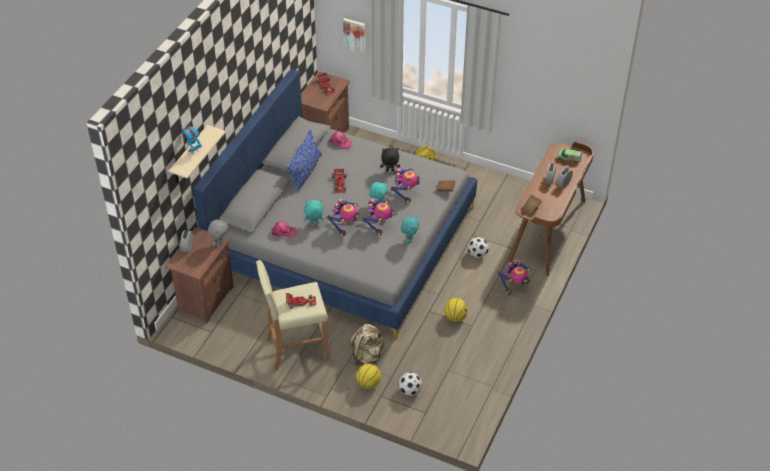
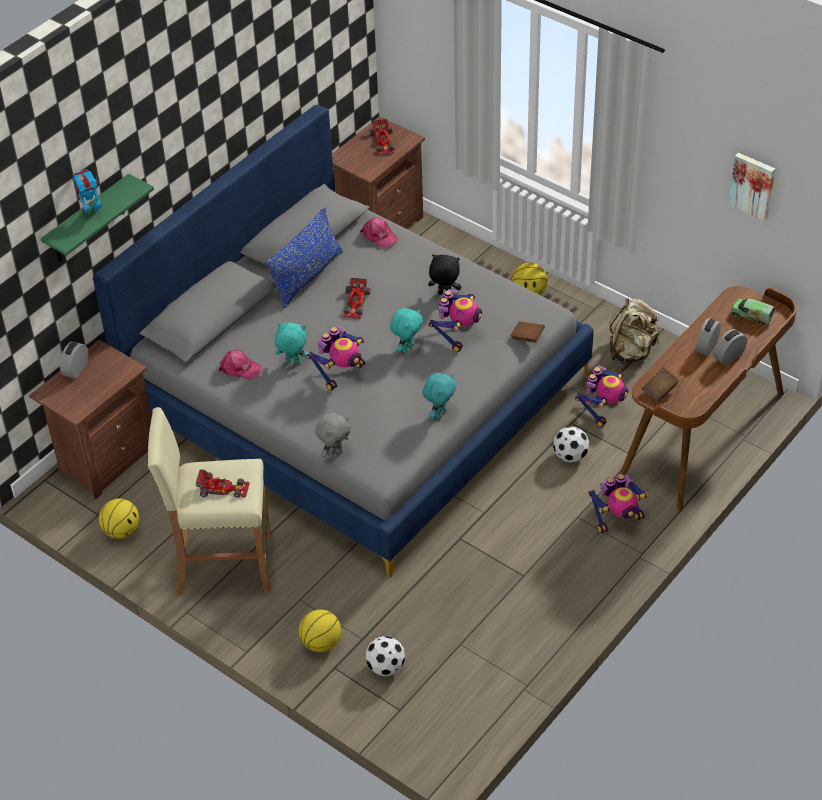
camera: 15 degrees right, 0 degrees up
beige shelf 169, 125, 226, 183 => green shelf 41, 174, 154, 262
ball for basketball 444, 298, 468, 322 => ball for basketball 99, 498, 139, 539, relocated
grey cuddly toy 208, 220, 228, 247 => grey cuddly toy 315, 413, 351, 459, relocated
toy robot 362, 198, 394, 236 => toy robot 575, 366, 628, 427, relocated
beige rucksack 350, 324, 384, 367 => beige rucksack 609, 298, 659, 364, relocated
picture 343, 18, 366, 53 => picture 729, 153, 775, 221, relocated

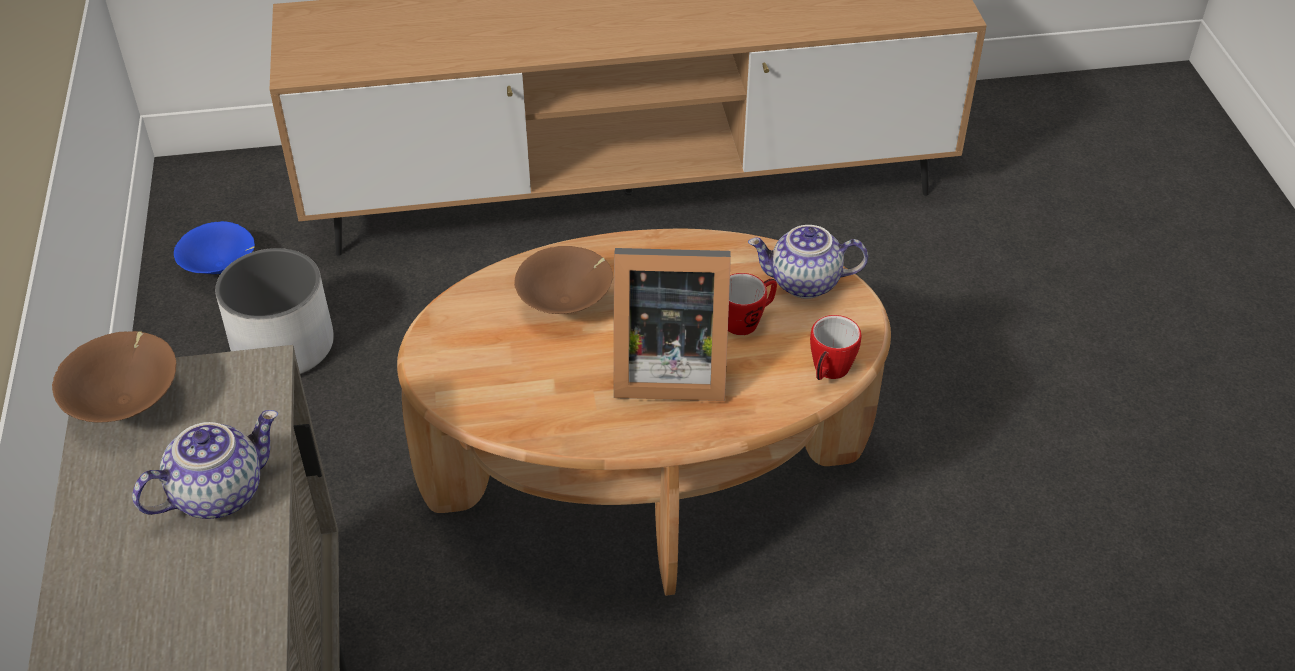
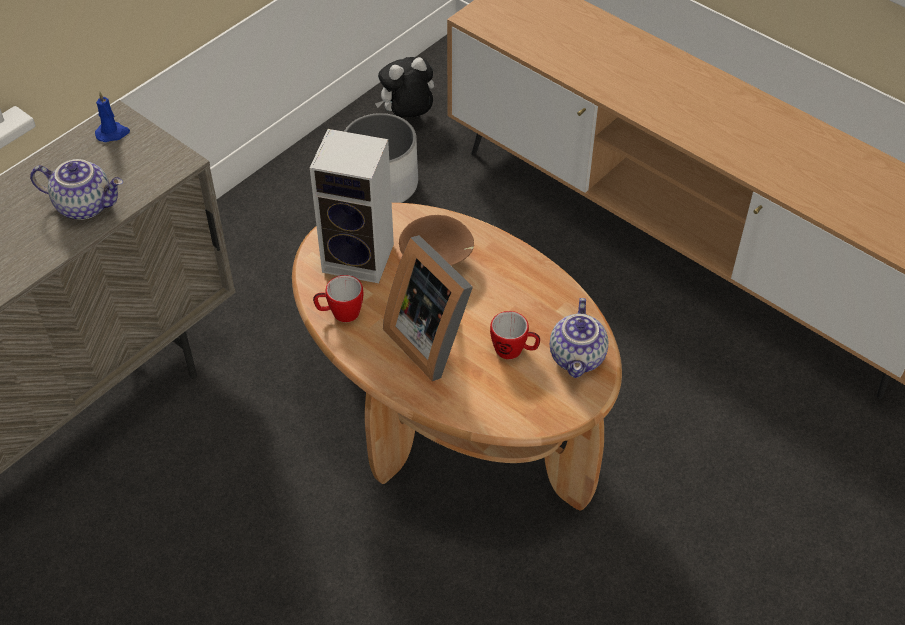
camera: 50 degrees right, 5 degrees up
brownish serving bowl 52, 331, 176, 423 => blue candle 95, 92, 130, 142
nothing => speaker 310, 129, 394, 283
mug 810, 315, 861, 380 => mug 313, 275, 364, 322, relocated
blue serving bowl 174, 221, 255, 274 => cuddly toy 375, 57, 434, 118
pot for tea 748, 225, 868, 299 => pot for tea 550, 298, 608, 378, 135 degrees counterclockwise

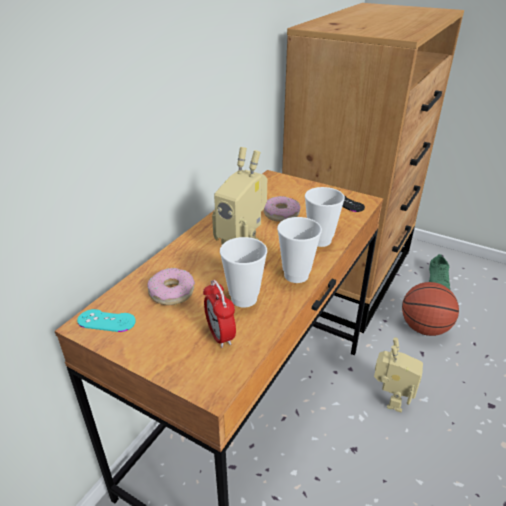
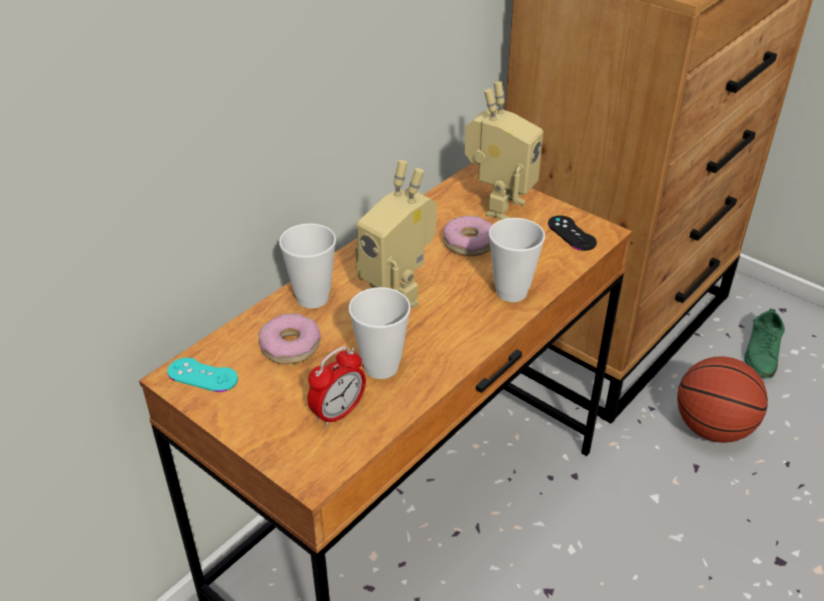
camera: 10 degrees right, 5 degrees up
small cup 277, 217, 322, 283 => small cup 279, 223, 336, 309, relocated
table clock 203, 280, 236, 348 => table clock 308, 346, 366, 427, 120 degrees counterclockwise
toy robot 374, 338, 423, 412 => toy robot 465, 81, 543, 220, relocated

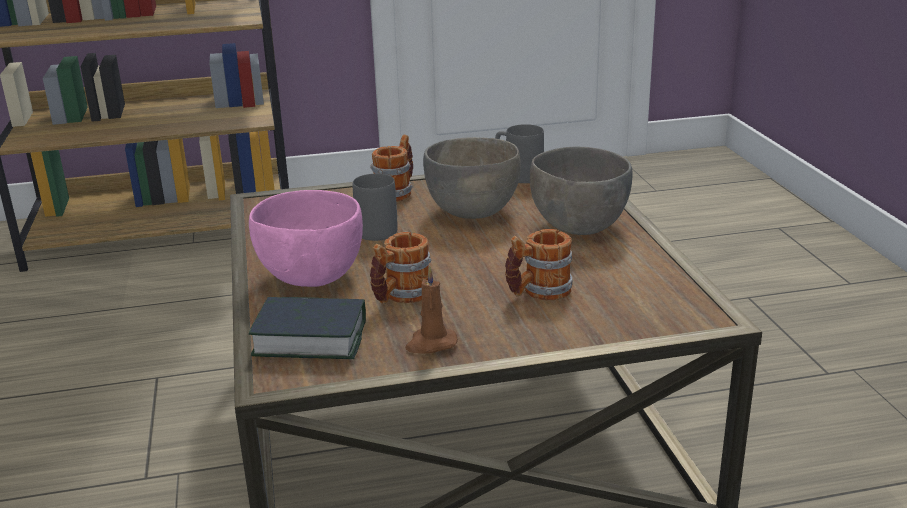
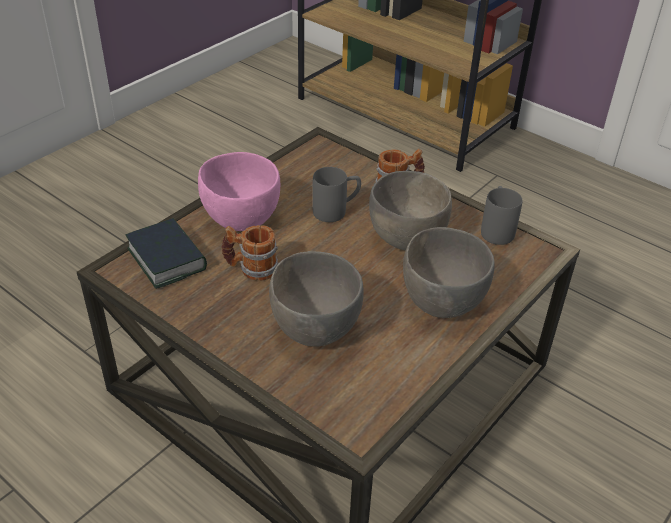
camera: 50 degrees right, 15 degrees up
mug 505, 229, 572, 300 => grey serving bowl 269, 251, 364, 346
brownish candle 405, 266, 458, 353 => nothing

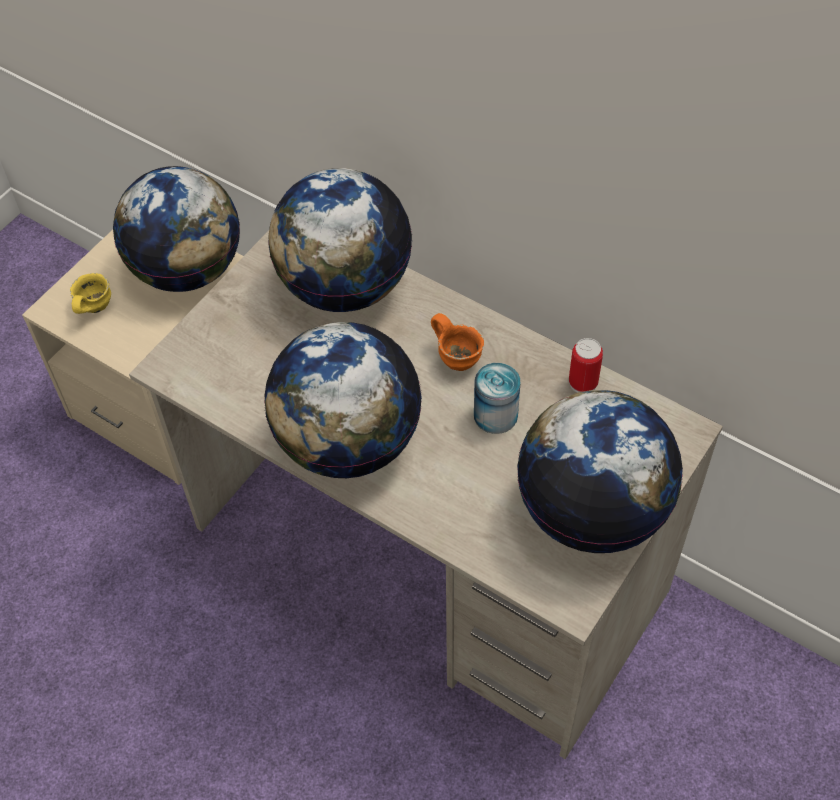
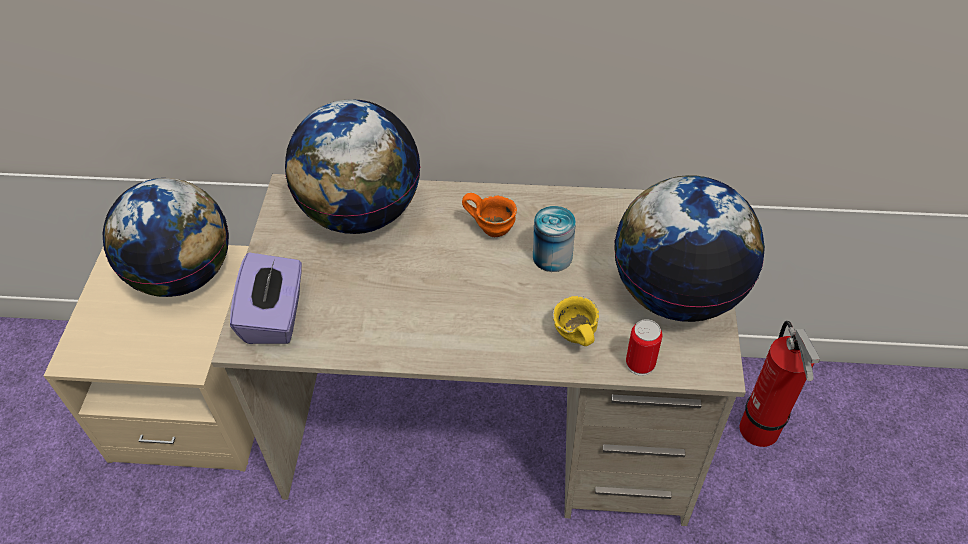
camera: 30 degrees left, 5 degrees down
nothing => purple box of tissues 230, 252, 302, 344
yellow mug 70, 273, 111, 314 => yellow mug 552, 296, 599, 346, relocated
sealed can 569, 338, 603, 393 => sealed can 626, 319, 662, 376, relocated
nothing => fire-fighting cylinder 740, 321, 820, 447
globe 264, 322, 422, 478 => nothing

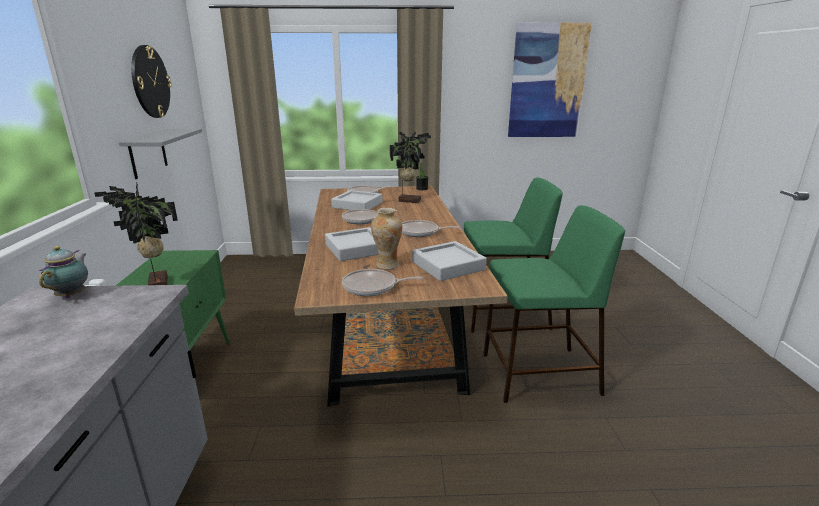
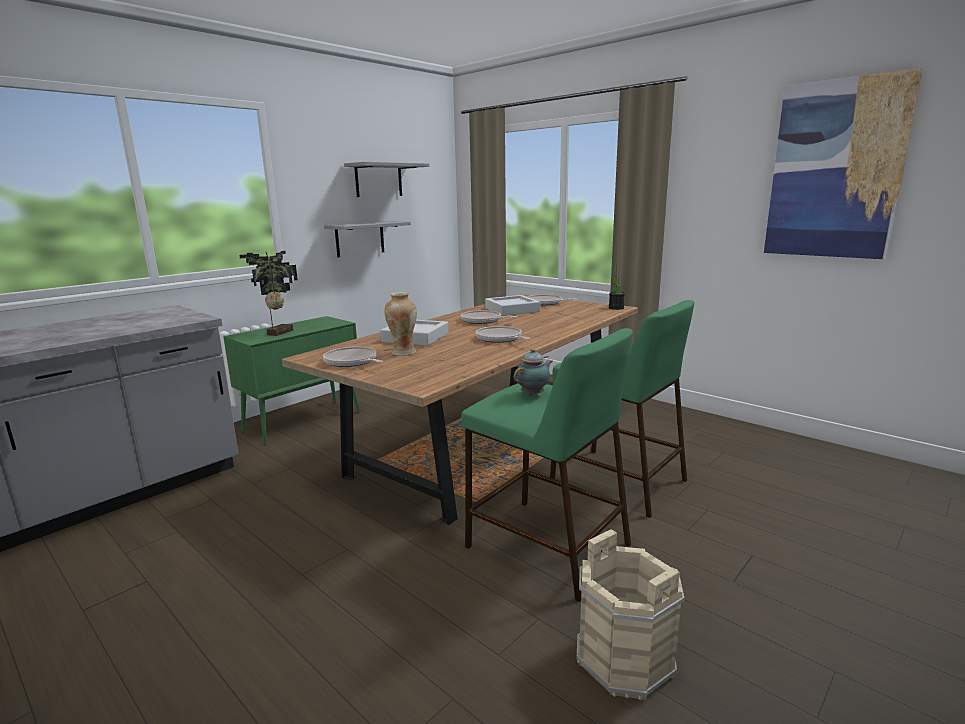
camera: 45 degrees right, 5 degrees down
wall clock 131, 45, 172, 118 => grey shelf 344, 162, 429, 197
pot for tea 39, 246, 88, 298 => pot for tea 514, 348, 553, 396, relocated
nothing => beige bucket 576, 529, 685, 700
plant in a pot 390, 132, 431, 203 => nothing
grey tray 412, 241, 487, 281 => nothing

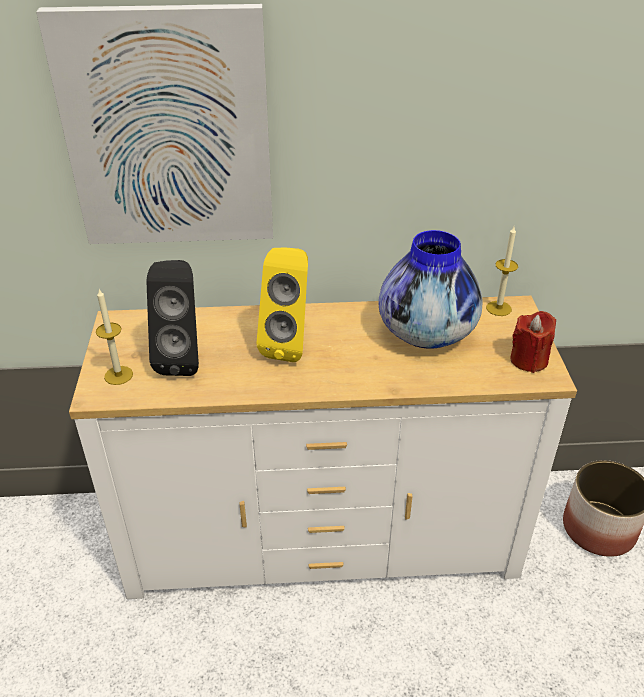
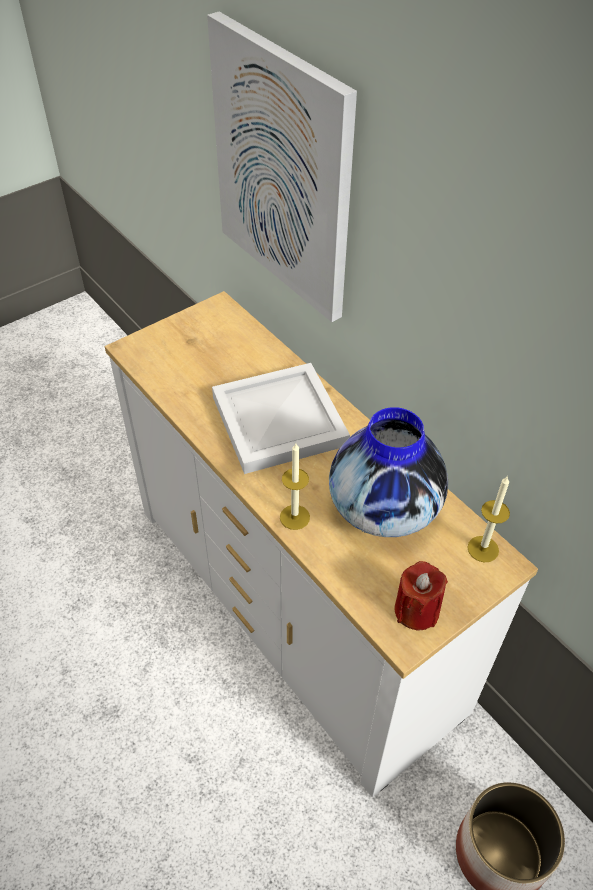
camera: 55 degrees right, 10 degrees up
yellow speaker 257, 247, 308, 362 => white-coloured tray 212, 363, 350, 474
candle 96, 289, 133, 385 => candle 280, 443, 310, 530, relocated
black speaker 146, 260, 199, 376 => nothing

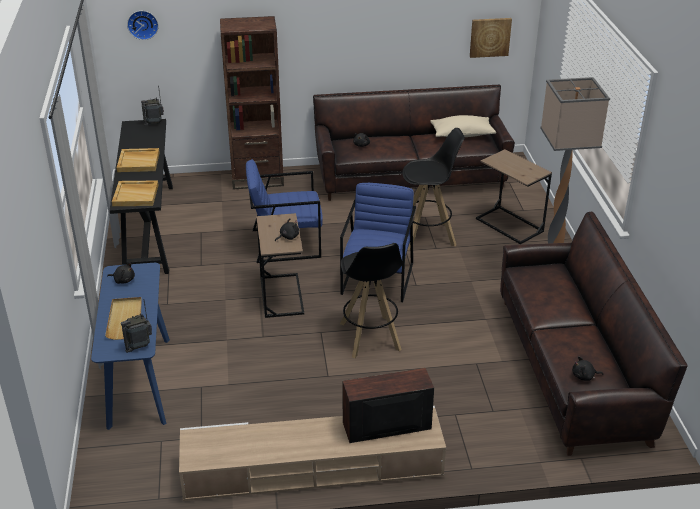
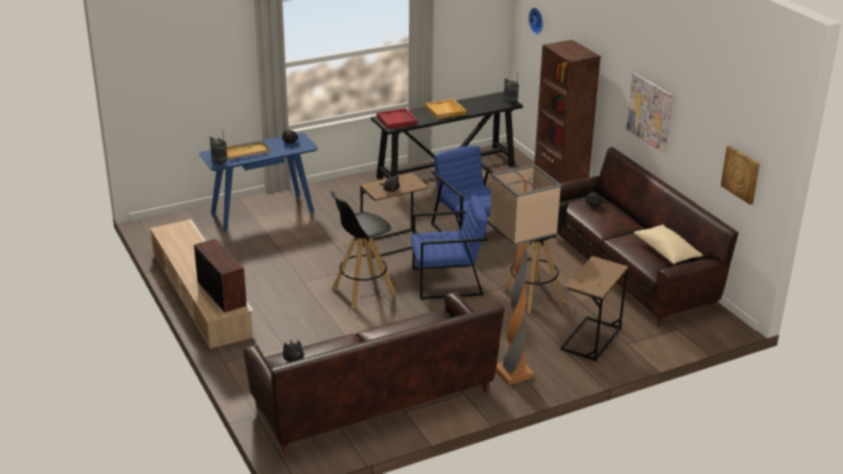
camera: 70 degrees right, 5 degrees down
beige tray 112, 181, 159, 206 => red tray 377, 108, 418, 129
nothing => picture 626, 73, 673, 153

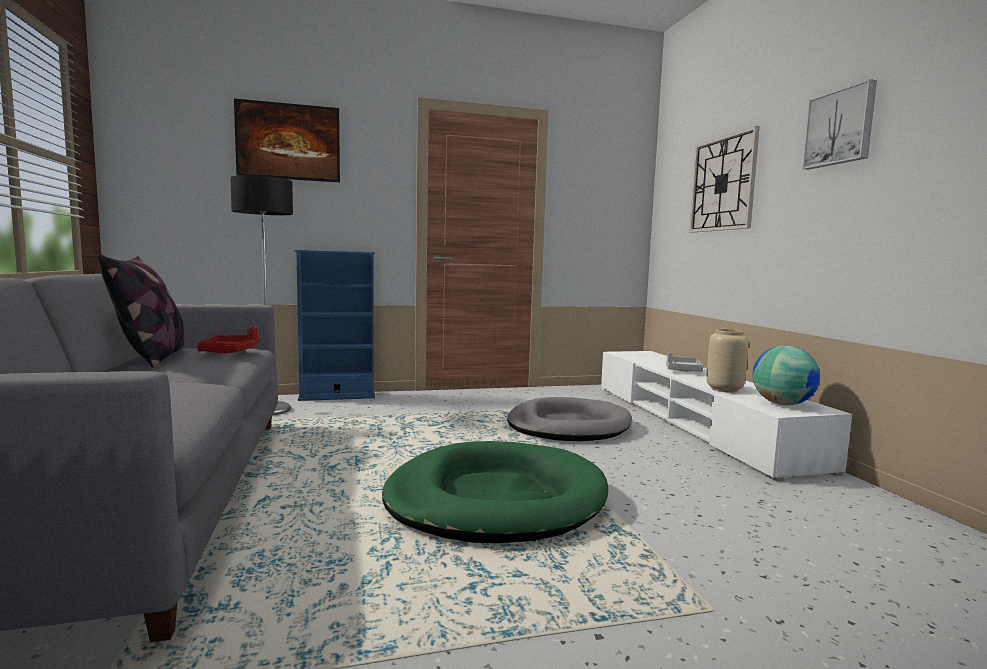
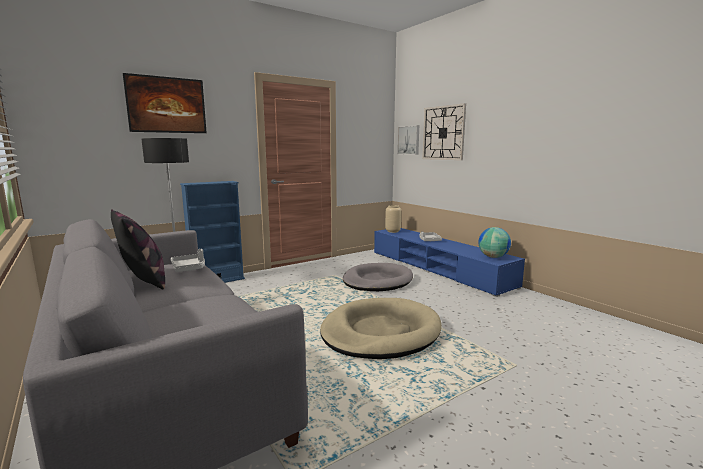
camera: 20 degrees left, 5 degrees up
red tray 197, 327, 260, 353 => grey tray 171, 249, 205, 272
green dog bed 382, 441, 608, 543 => beige dog bed 320, 298, 442, 359
white-coloured tv stand 601, 351, 852, 481 => blue tv stand 374, 228, 525, 297
beige vase 707, 329, 748, 393 => beige vase 385, 205, 401, 233, relocated
picture 802, 79, 877, 170 => picture 397, 126, 419, 155, relocated

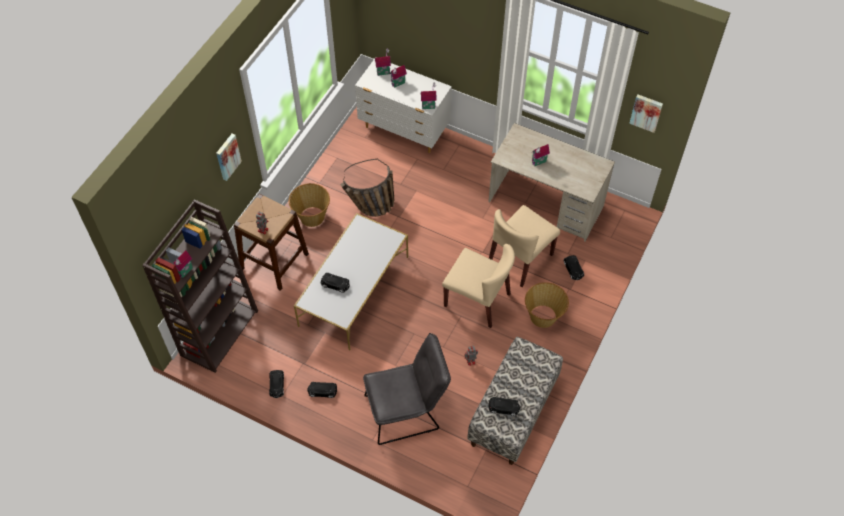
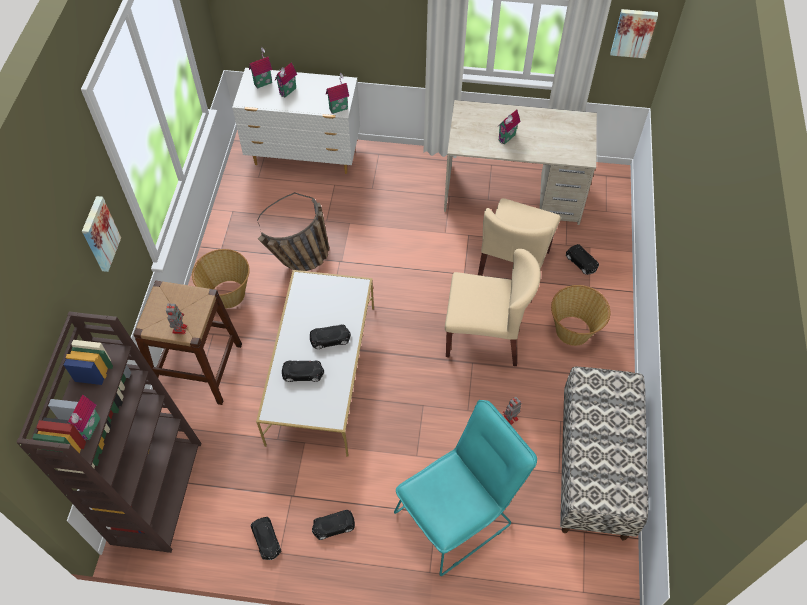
camera: 20 degrees left, 0 degrees up
black toy car 489, 397, 520, 416 => black toy car 310, 324, 351, 349, relocated
grey plain chair 363, 333, 451, 445 => turquoise plain chair 394, 400, 537, 576

